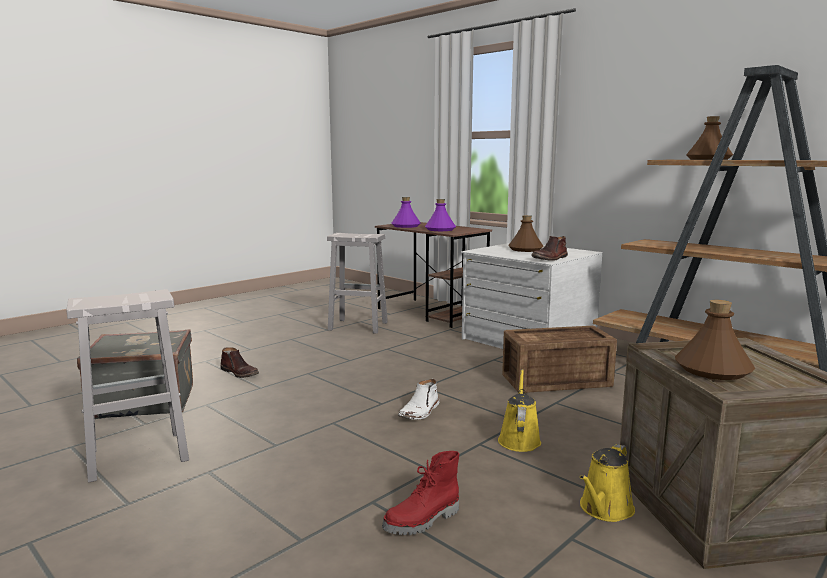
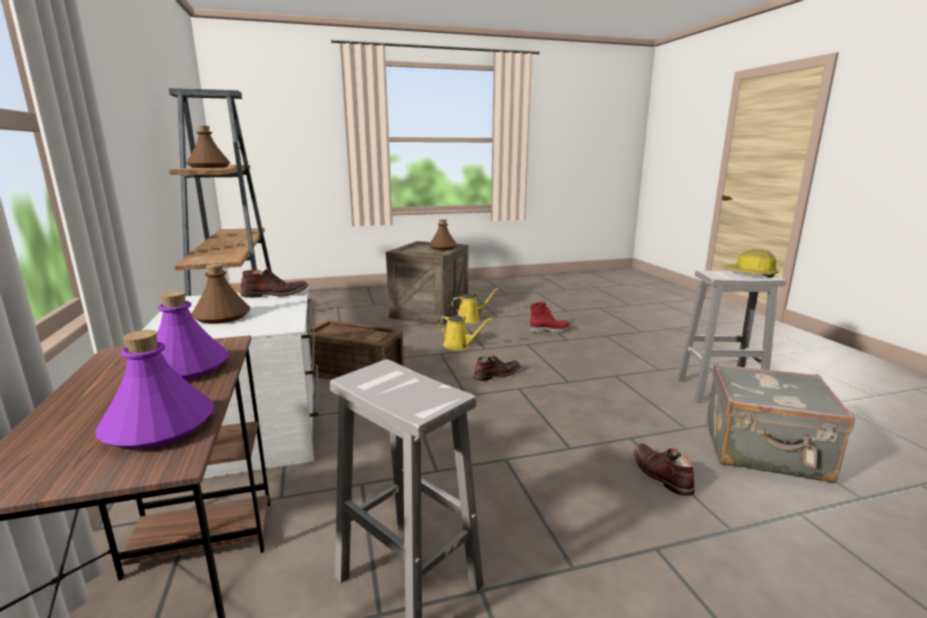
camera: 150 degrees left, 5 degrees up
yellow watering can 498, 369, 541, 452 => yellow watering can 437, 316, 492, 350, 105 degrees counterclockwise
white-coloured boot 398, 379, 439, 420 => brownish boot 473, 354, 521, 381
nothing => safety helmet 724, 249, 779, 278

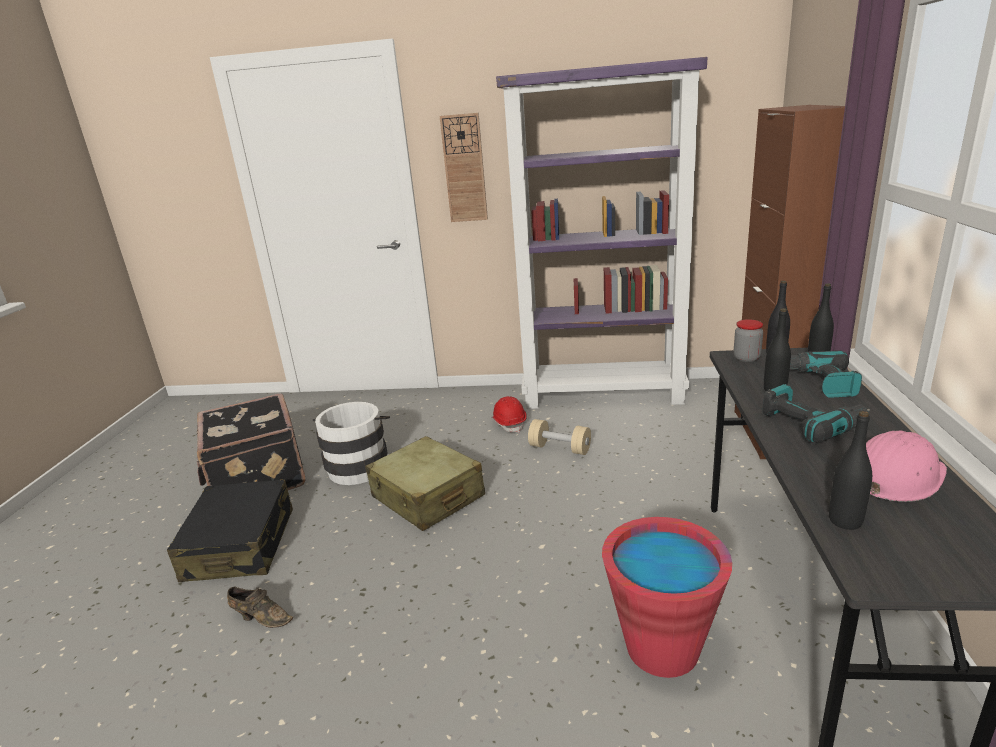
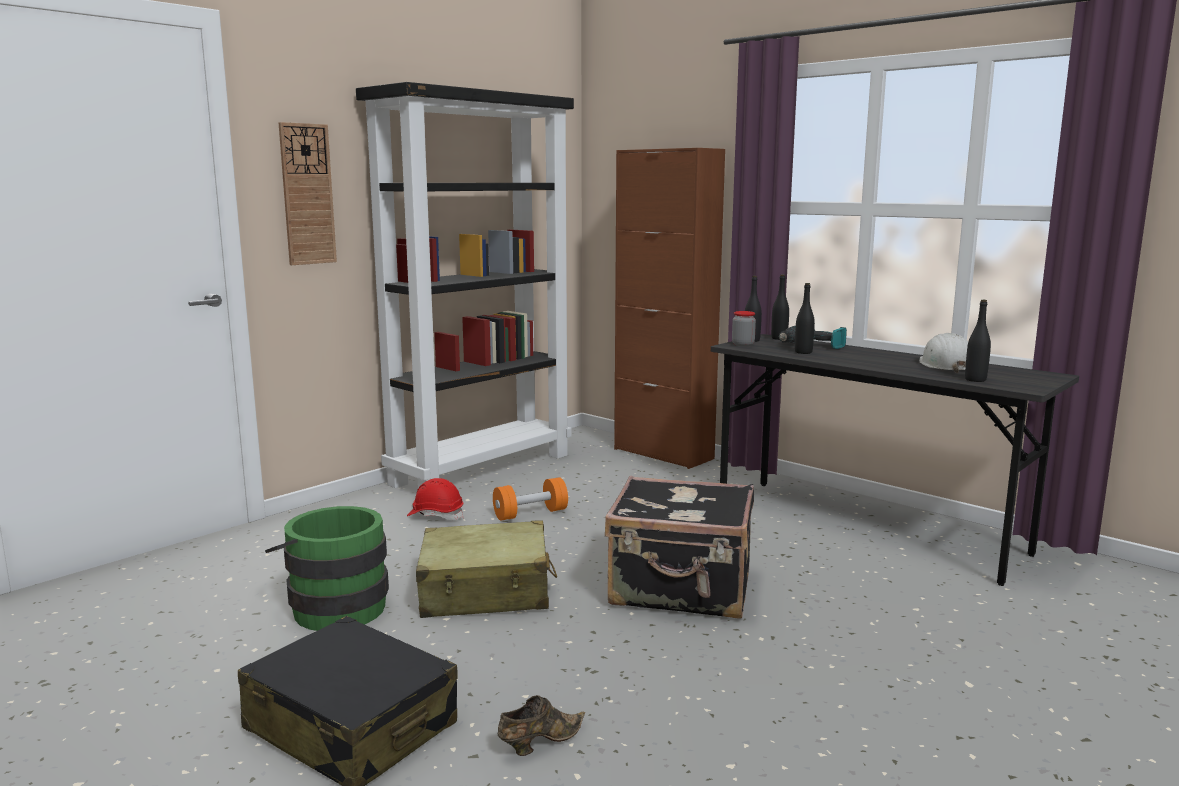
camera: 55 degrees left, 10 degrees down
white-coloured bucket 313, 402, 390, 485 => green bucket 265, 506, 389, 631
purple shelving unit 496, 57, 707, 409 => black shelving unit 356, 82, 574, 488
beige dumbbell 528, 419, 591, 455 => orange-coloured dumbbell 493, 477, 568, 521
black travel case 196, 393, 305, 490 => black travel case 605, 476, 754, 618, relocated
pinkish safety helmet 866, 431, 947, 502 => white-coloured safety helmet 919, 333, 968, 373
red bucket 602, 517, 732, 678 => nothing
power drill 763, 384, 870, 443 => nothing

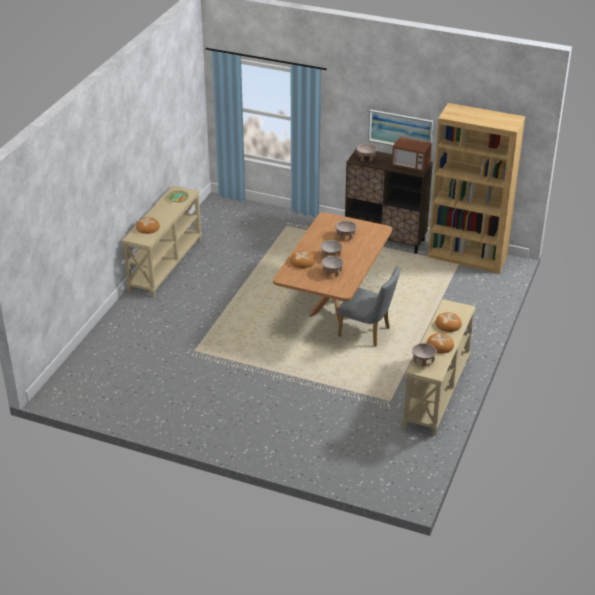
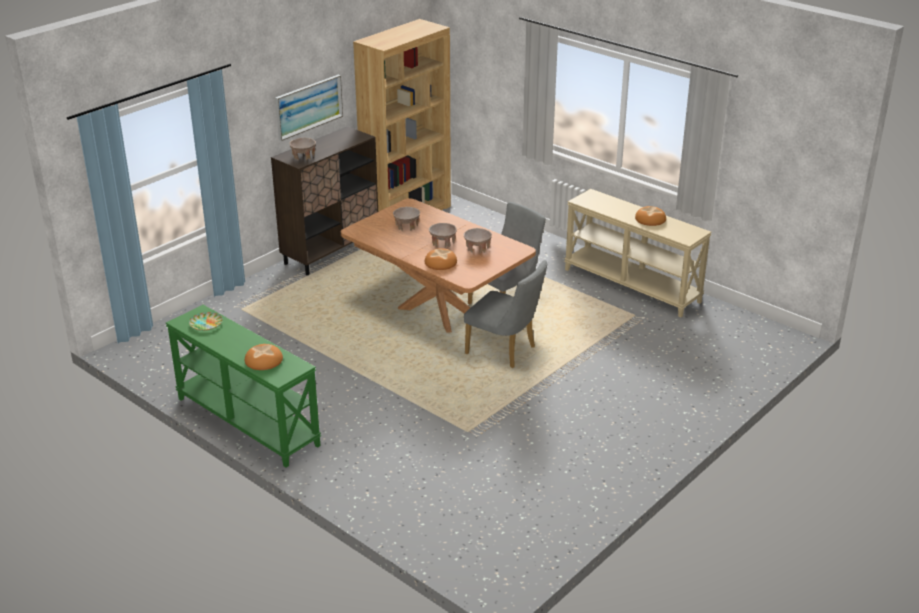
camera: 70 degrees left, 5 degrees down
beige console table 122, 185, 202, 298 => green console table 166, 305, 321, 467
nothing => grey plain chair 464, 260, 547, 368
microwave oven 392, 136, 432, 172 => nothing
beige serving bowl 412, 343, 437, 367 => nothing
bread 435, 312, 462, 332 => nothing

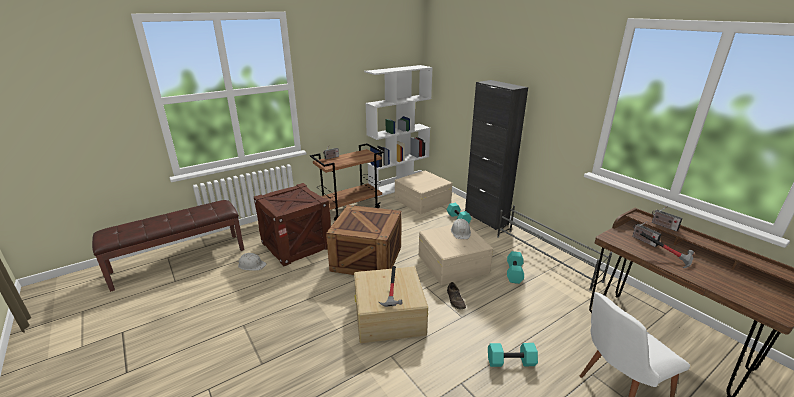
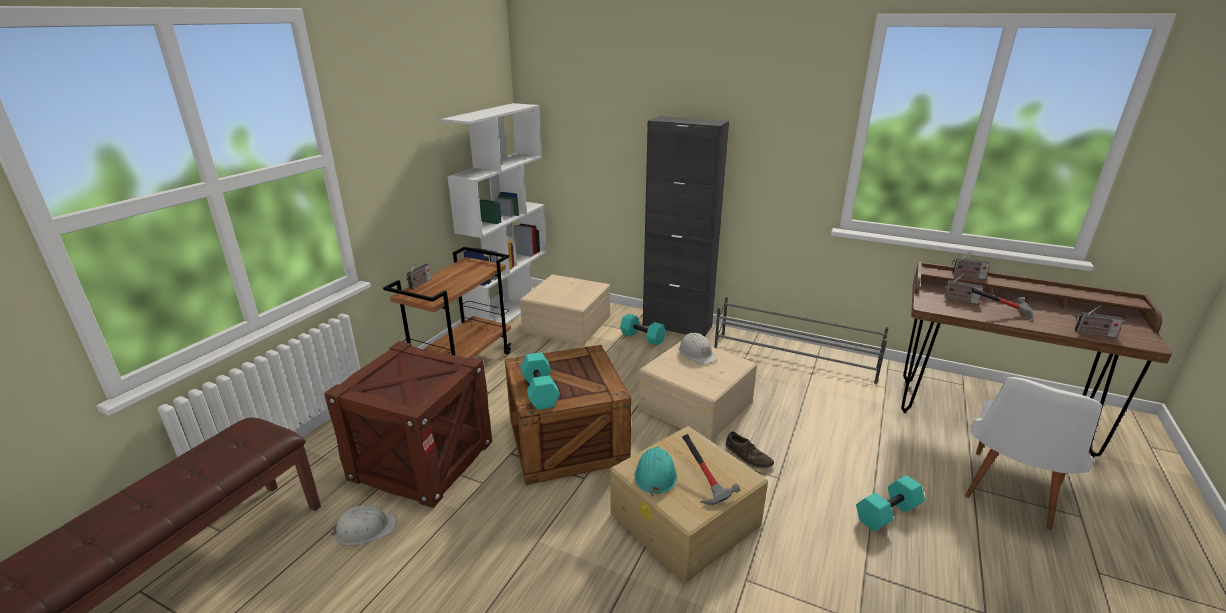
camera: 30 degrees left, 0 degrees up
turquoise dumbbell 507, 251, 524, 284 => turquoise dumbbell 520, 352, 560, 410, relocated
nothing => turquoise safety helmet 635, 447, 677, 496
nothing => radio 1075, 305, 1124, 338

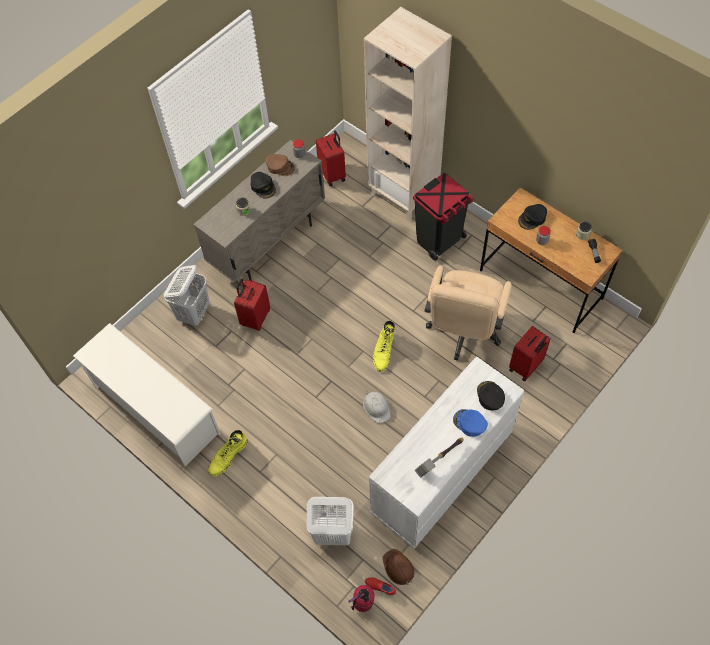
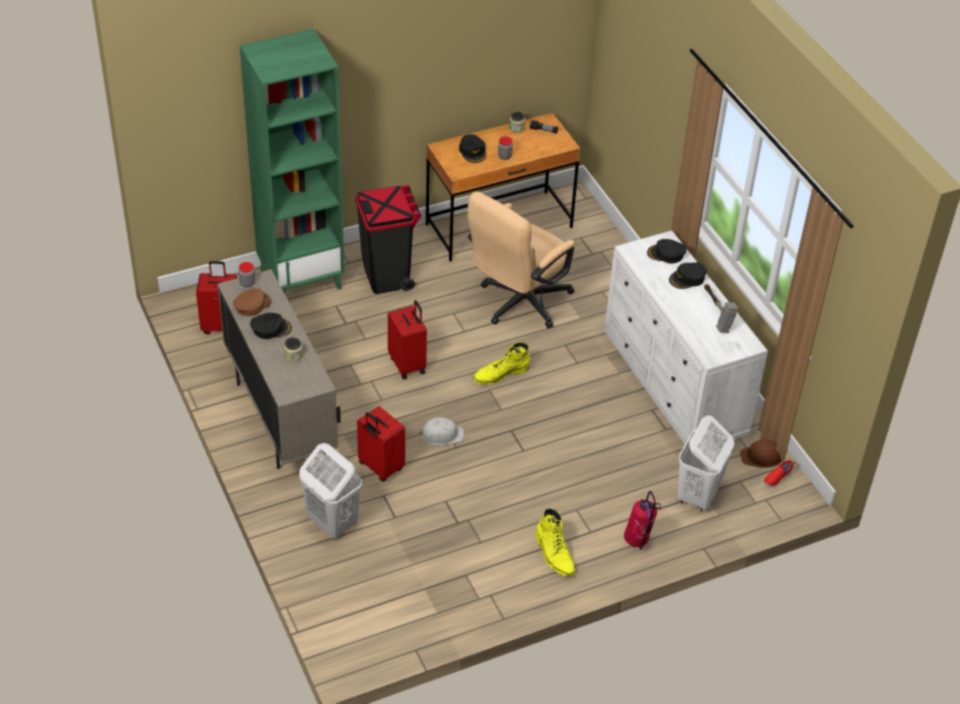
camera: 70 degrees left, 15 degrees down
beige shelving unit 364, 7, 452, 221 => green shelving unit 240, 29, 345, 293
red travel case 509, 326, 551, 381 => red travel case 388, 300, 427, 379, relocated
white-coloured safety helmet 363, 392, 391, 424 => white-coloured safety helmet 419, 417, 464, 445, relocated
beige office chair 425, 265, 511, 361 => beige office chair 468, 192, 574, 328, 90 degrees clockwise
yellow boot 373, 320, 395, 372 => yellow boot 473, 342, 530, 385, 120 degrees clockwise
fire-fighting cylinder 348, 585, 375, 612 => fire-fighting cylinder 624, 491, 661, 550, relocated
blue cap 453, 409, 488, 437 => black cap 669, 262, 707, 289
white-coloured shoe stand 73, 323, 221, 467 => nothing

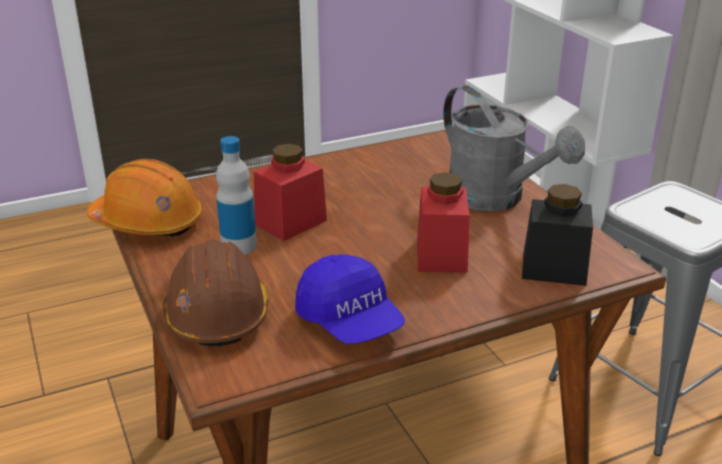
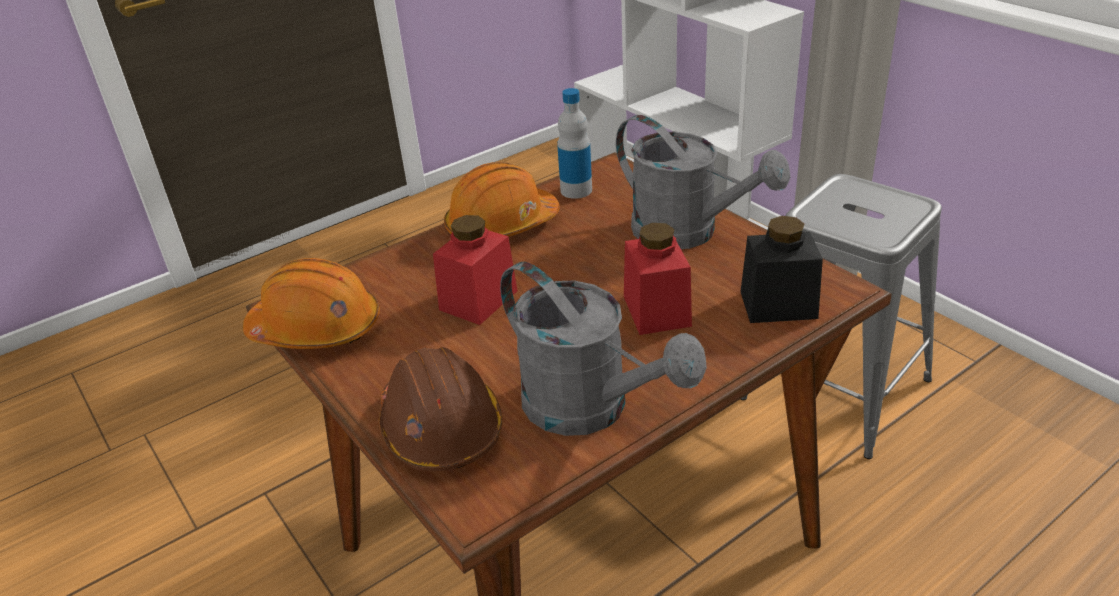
camera: 10 degrees left, 5 degrees up
nothing => orange-coloured safety helmet 444, 162, 560, 237
blue cap 295, 254, 405, 344 => grey watering can 500, 262, 707, 436
beverage bottle 216, 136, 257, 255 => beverage bottle 557, 88, 592, 199, relocated

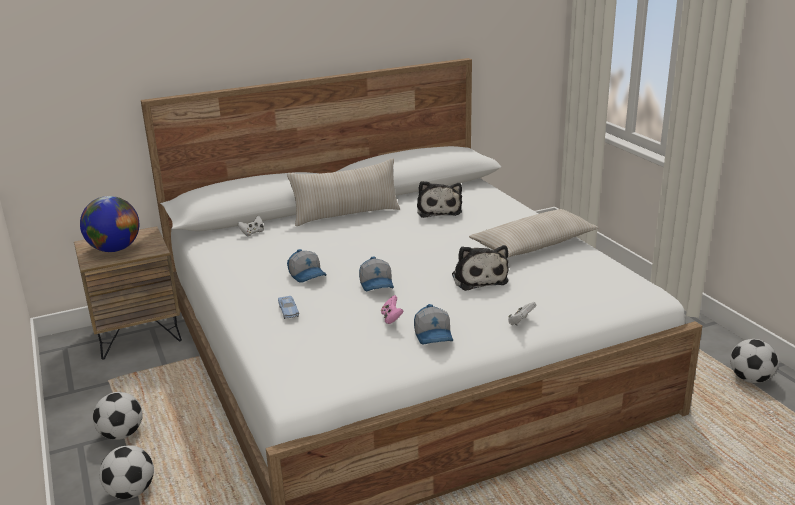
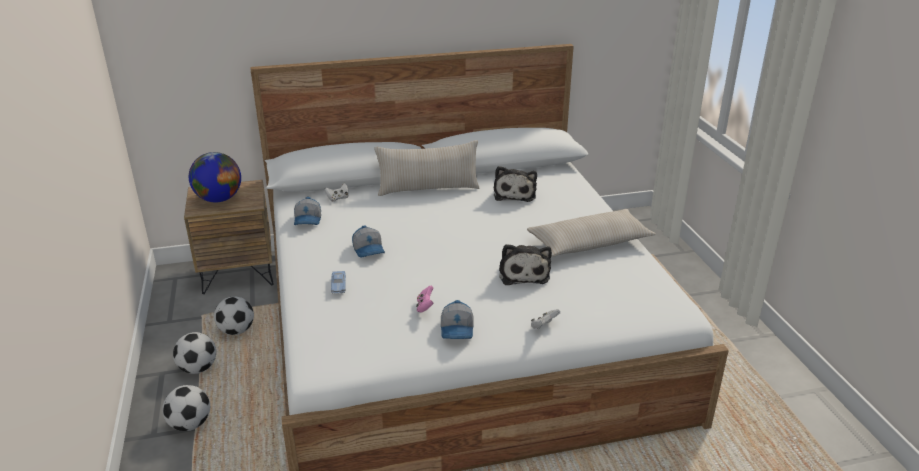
camera: 10 degrees right, 5 degrees up
football ball 730, 339, 778, 383 => football ball 214, 297, 254, 335, relocated
cap 359, 257, 394, 291 => cap 294, 197, 321, 225, relocated

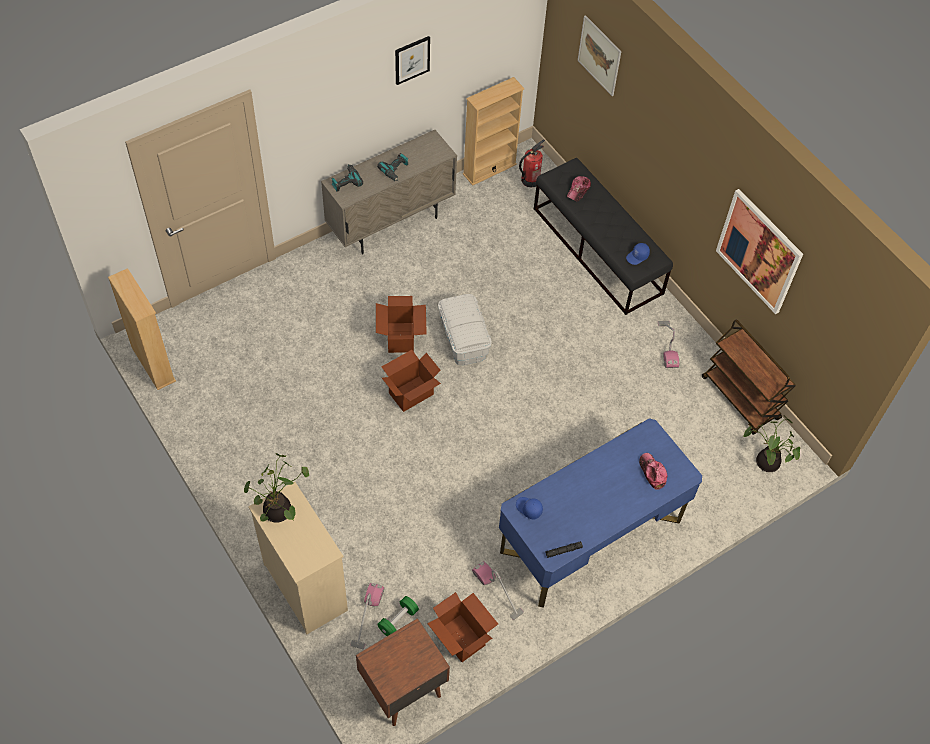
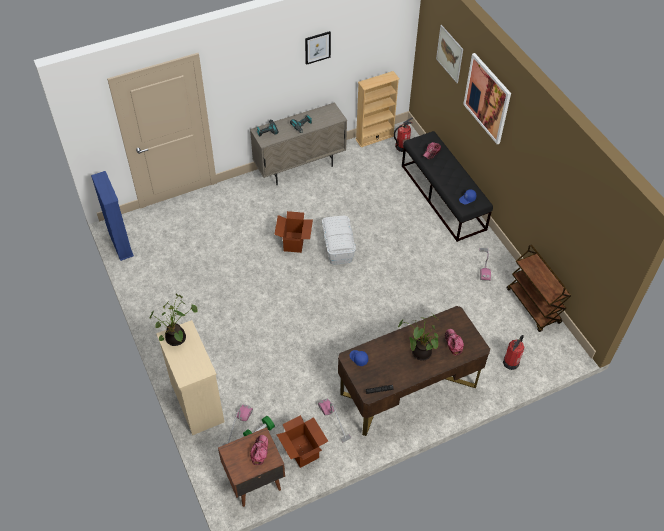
camera: 10 degrees right, 5 degrees down
beige shelving unit 108, 268, 176, 390 => blue shelving unit 91, 171, 134, 261
nothing => cap 250, 435, 268, 465
blue desk unit 499, 418, 702, 608 => brownish desk unit 338, 306, 490, 436
plant in a pot 743, 416, 800, 472 => plant in a pot 398, 315, 439, 361, relocated
picture 716, 189, 803, 314 => picture 463, 53, 511, 144, relocated
nothing => fire-fighting cylinder 503, 335, 524, 370
cardboard box 381, 350, 441, 412 => nothing

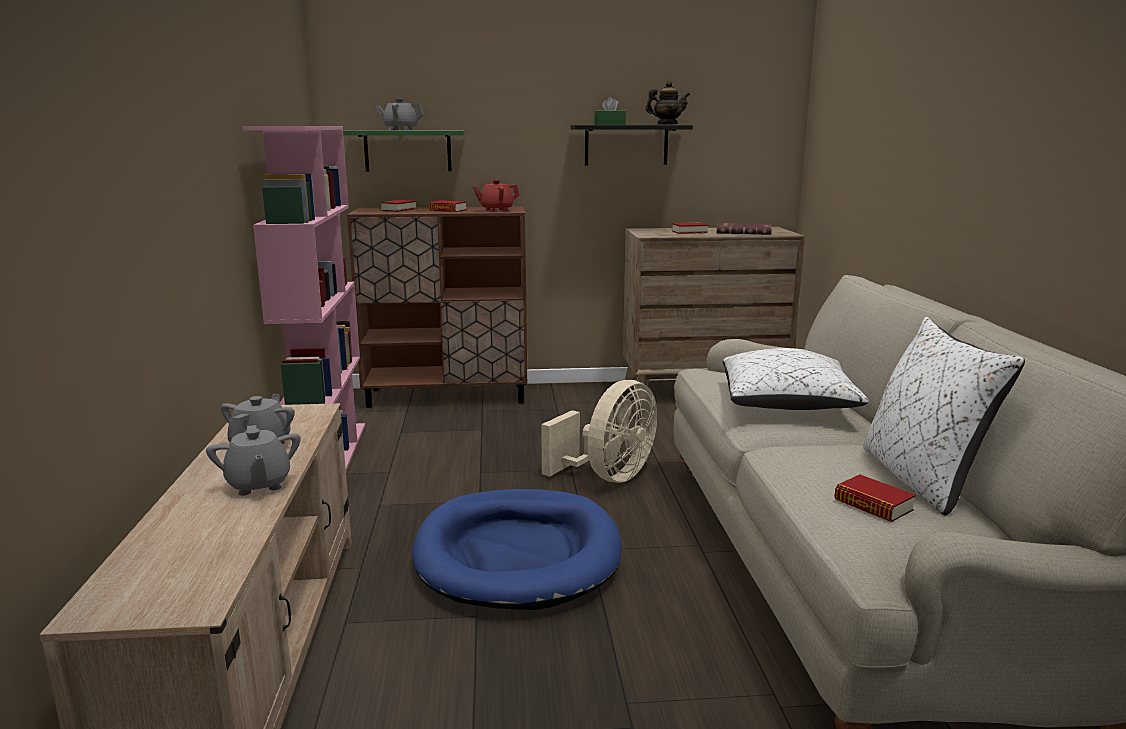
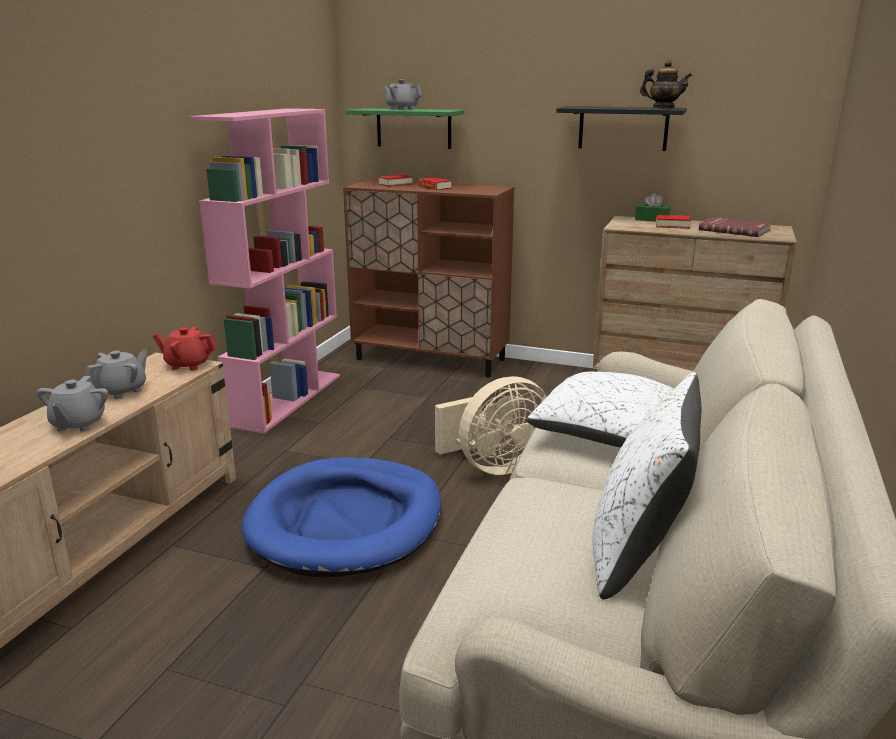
camera: 25 degrees right, 5 degrees up
red pot for tea 473, 180, 520, 212 => red pot for tea 153, 326, 217, 370, relocated
green box of tissues 594, 97, 626, 125 => green box of tissues 635, 193, 670, 221, relocated
volume 834, 475, 916, 522 => nothing

